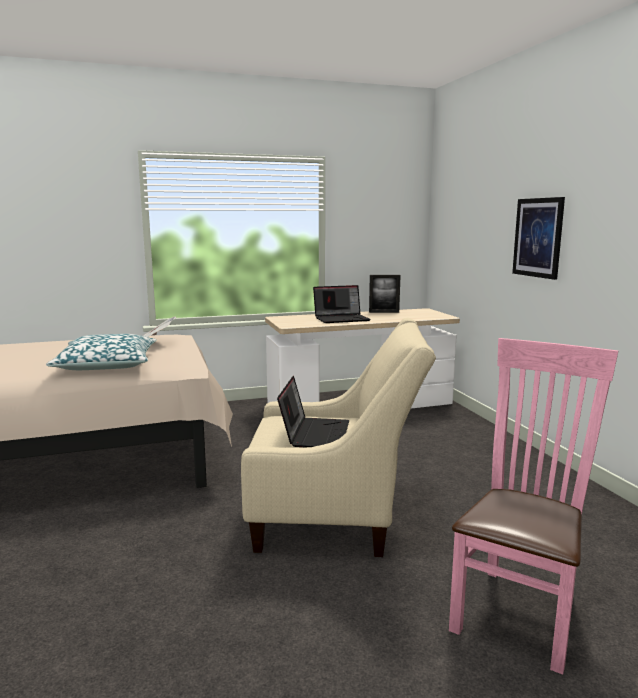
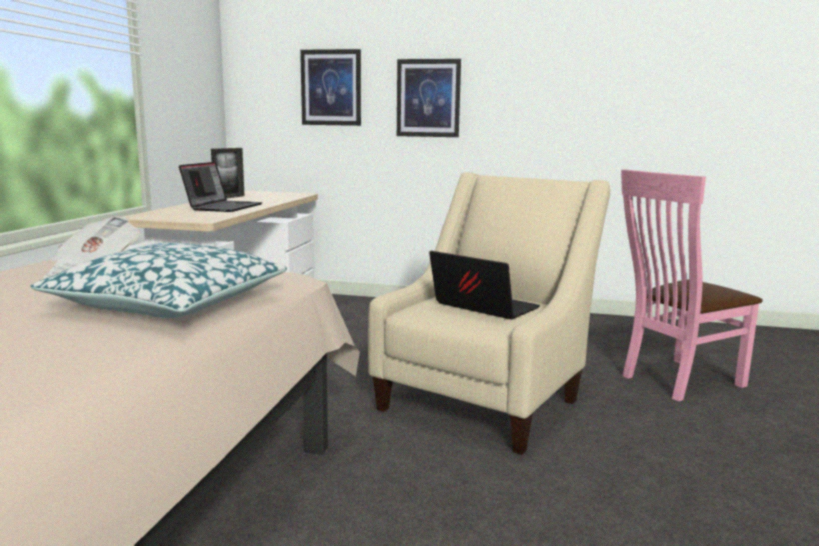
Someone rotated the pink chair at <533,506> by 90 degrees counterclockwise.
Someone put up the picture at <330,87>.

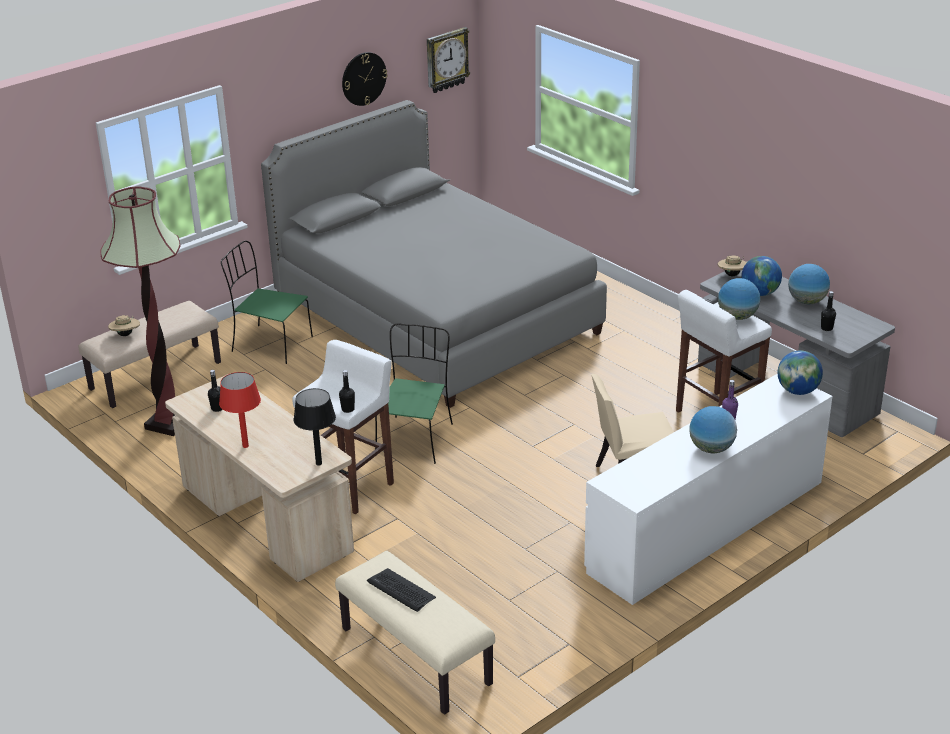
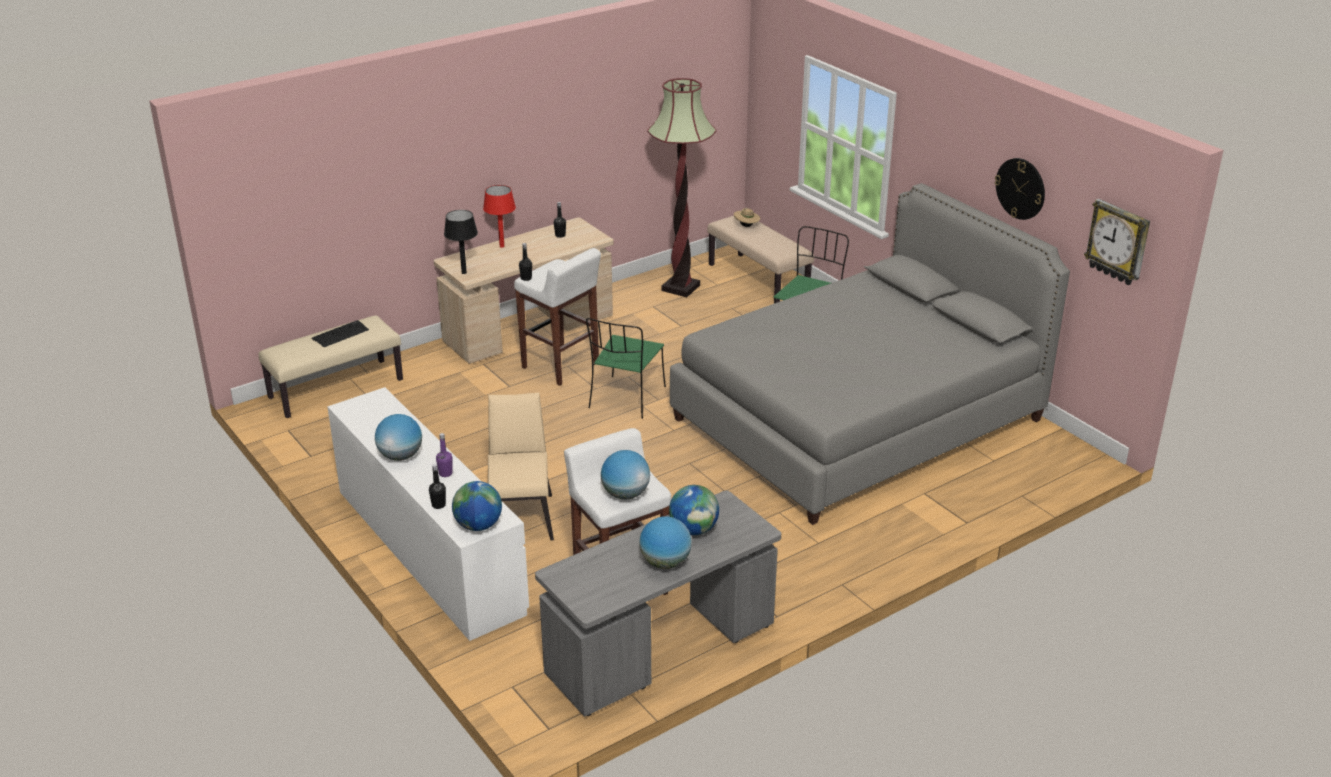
Someone took away the beige hat at <732,265>.
Someone carried the black bottle from <828,311> to <437,486>.
Someone rotated the green chair at <414,394> by 90 degrees clockwise.

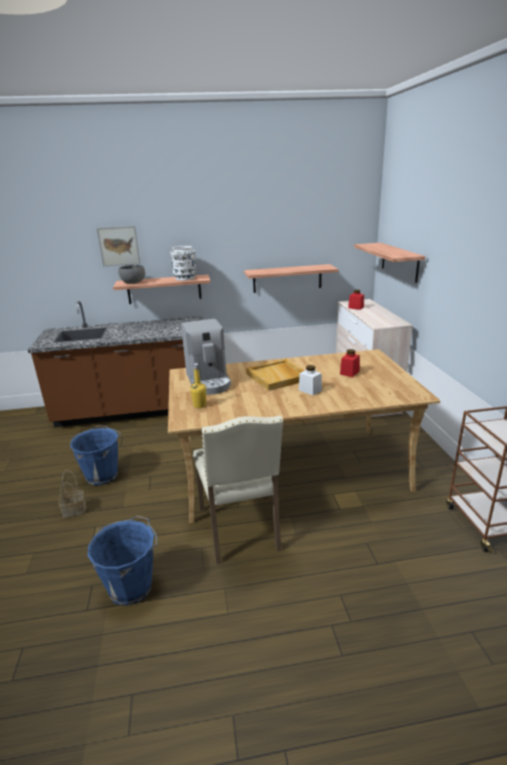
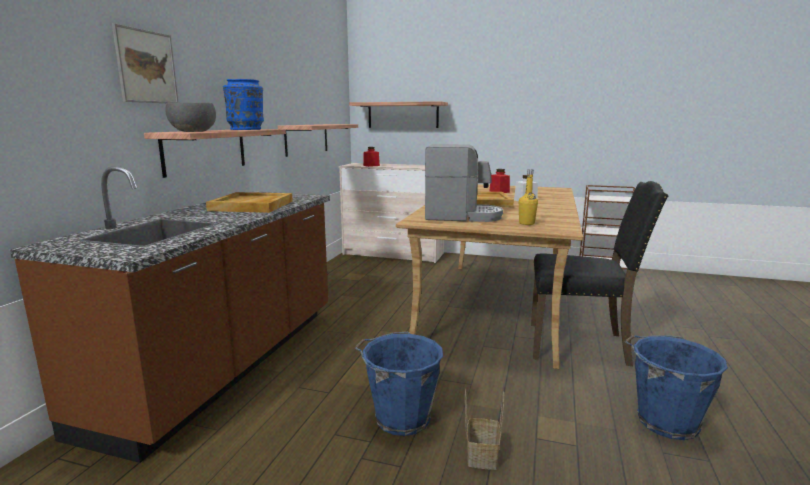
Someone repainted the white vase at <183,263>, which became the blue vase at <243,104>.
Someone repainted the beige chair at <238,490>, which became the black chair at <599,273>.
Someone put down the beige tray at <249,202>.

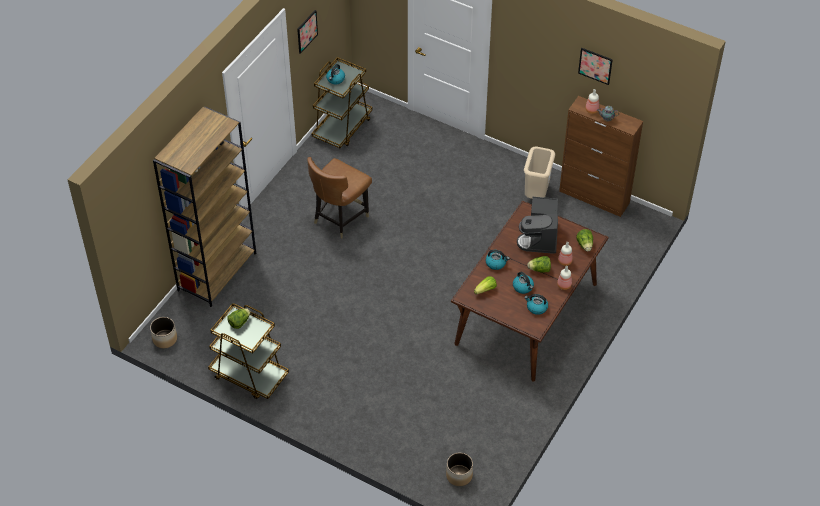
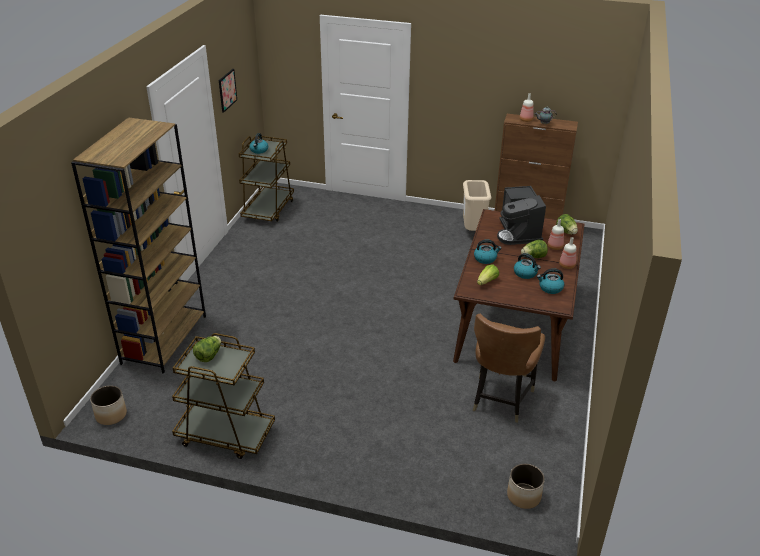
Someone took away the picture at <595,66>.
Someone carried the brown chair from <339,197> to <509,368>.

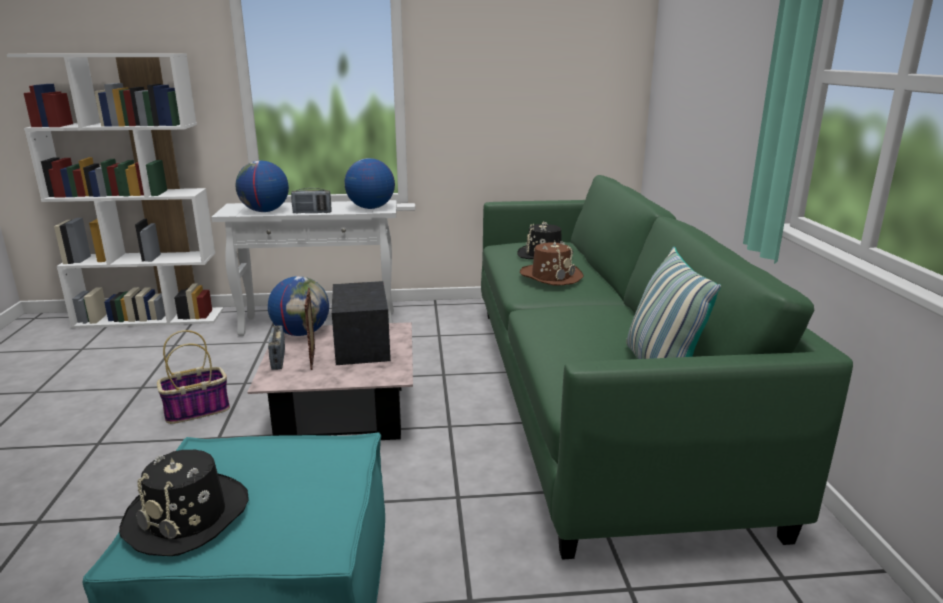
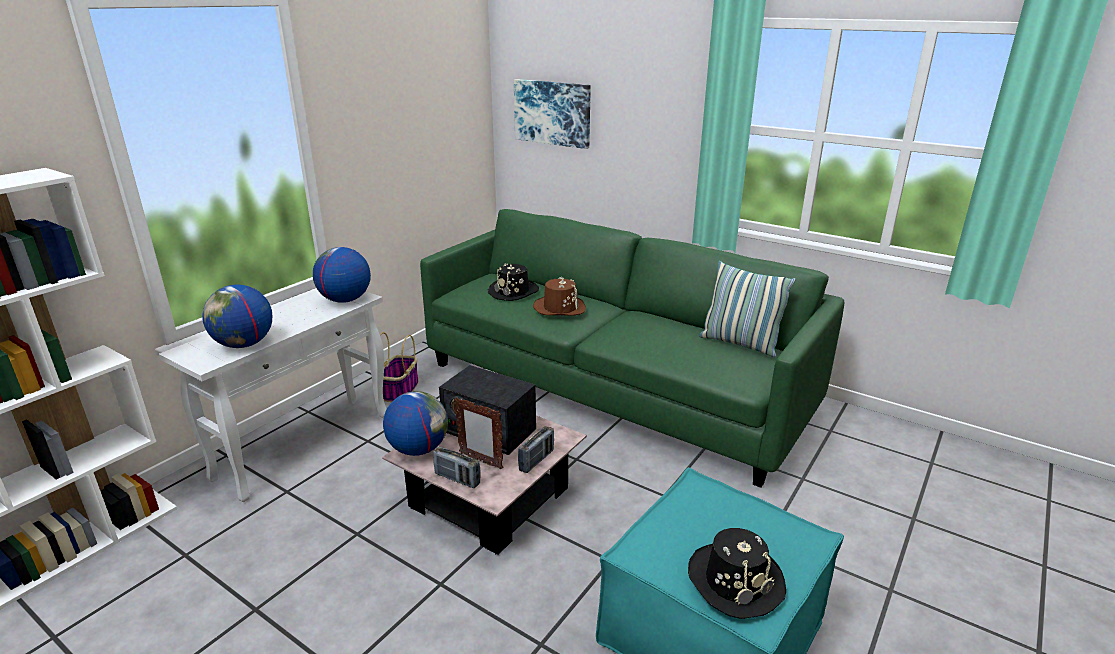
Someone carried the radio from <311,201> to <536,449>.
Someone carried the basket from <193,377> to <399,367>.
Someone put up the picture at <552,114>.

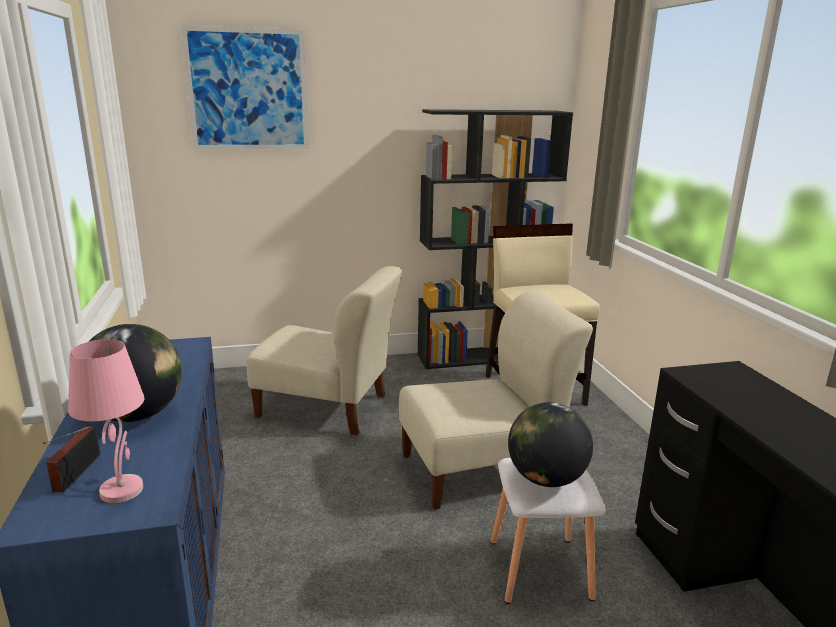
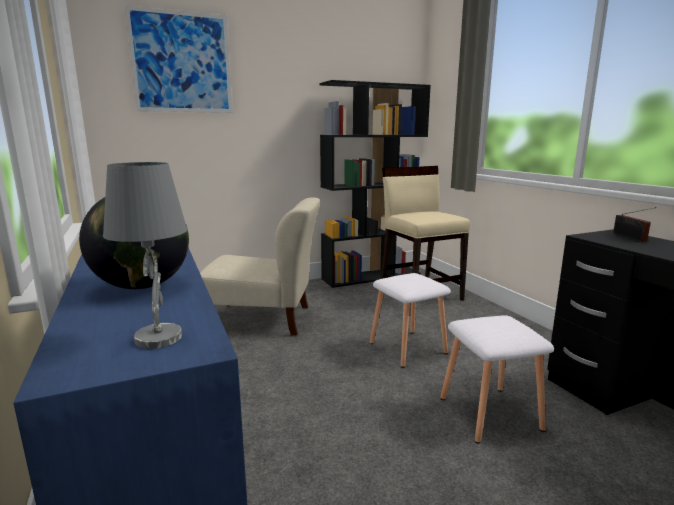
Someone swapped the beige chair at <496,400> for the white stool at <410,320>.
Someone repainted the pink table lamp at <106,421>, which became the grey table lamp at <145,255>.
Someone took away the globe at <550,444>.
Someone carried the radio from <71,459> to <634,224>.

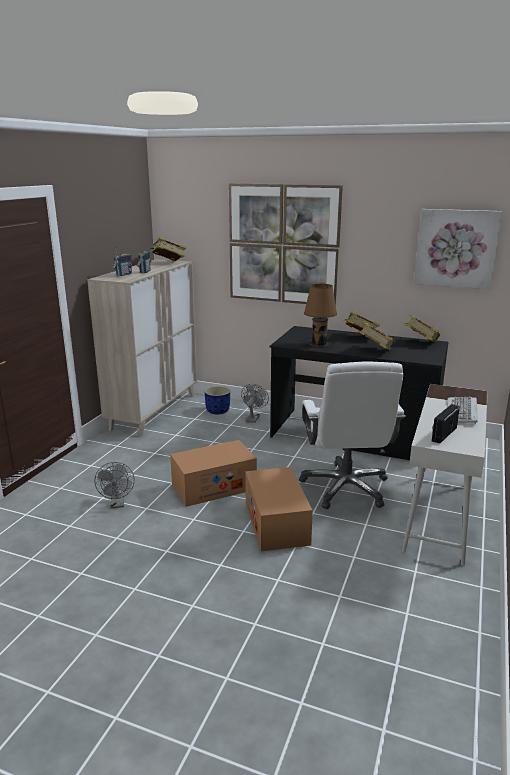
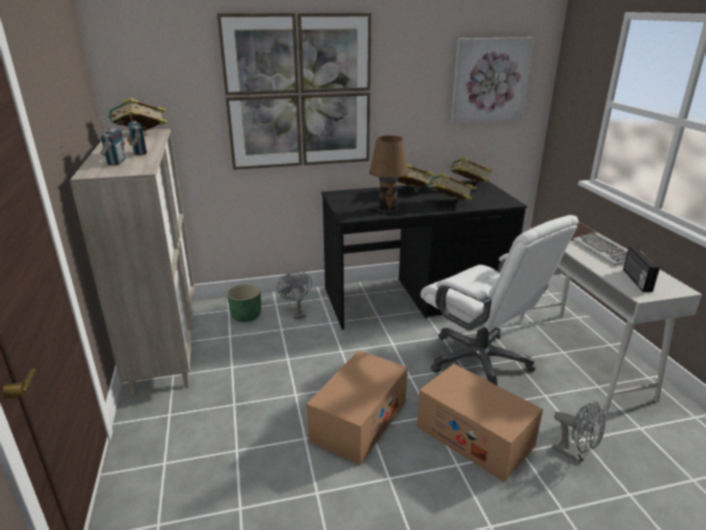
Someone repainted the blue planter at <217,400>, which became the green planter at <244,303>.
Someone carried the grey fan from <114,485> to <579,432>.

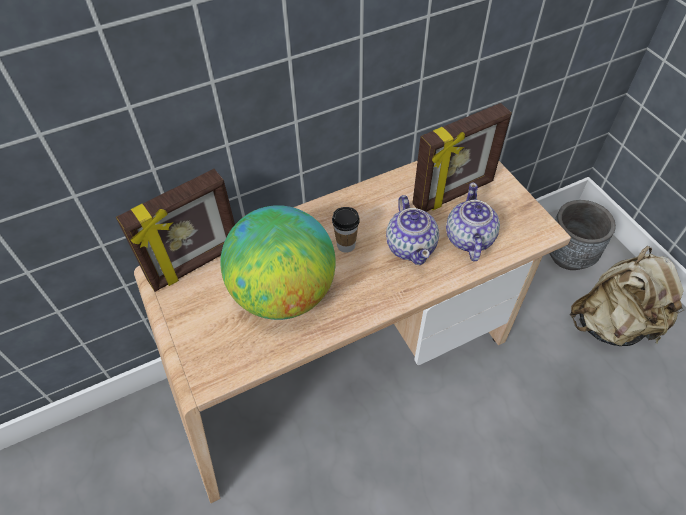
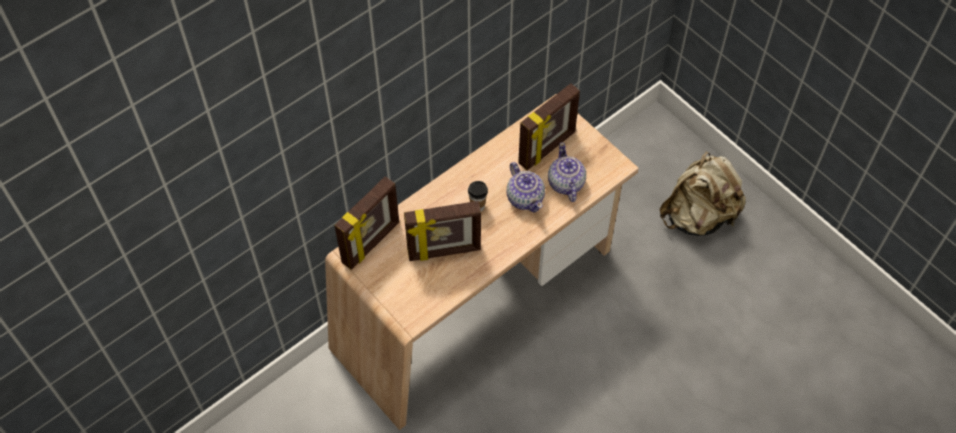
Someone took away the grey planter at <582,235>.
Someone swapped the globe at <278,262> for the picture frame at <442,231>.

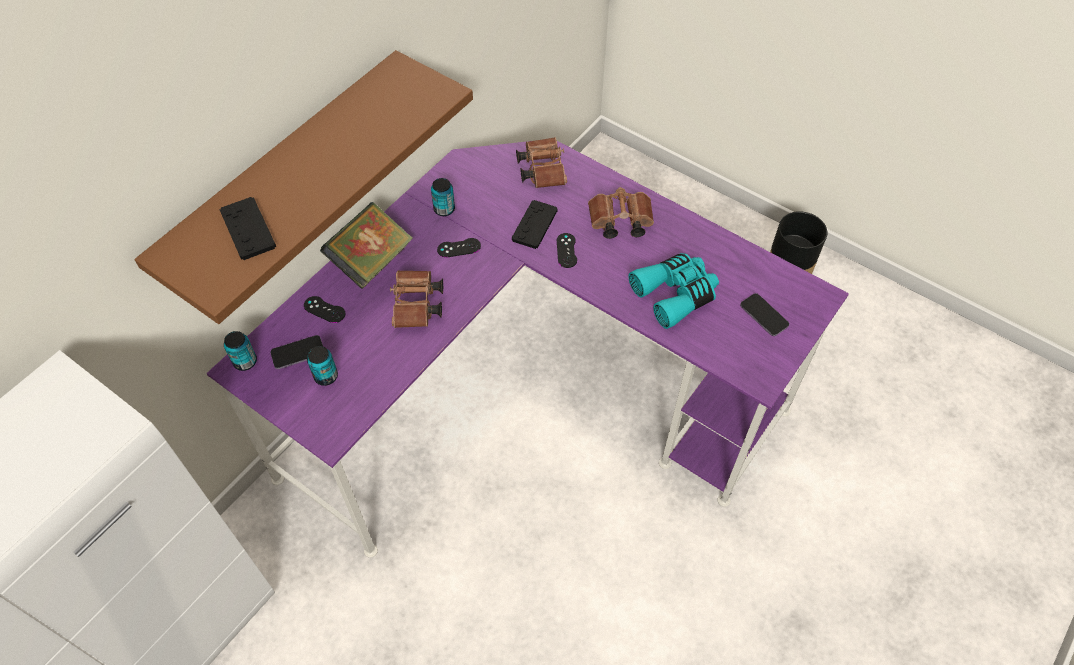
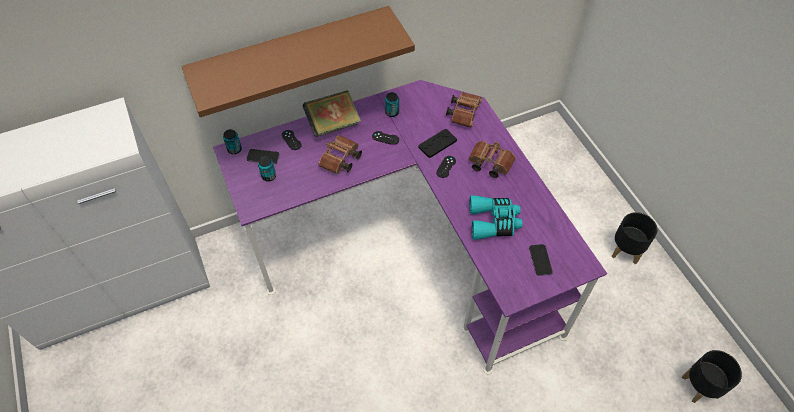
Someone took away the black game controller at <247,228>.
Someone put down the black planter at <712,376>.

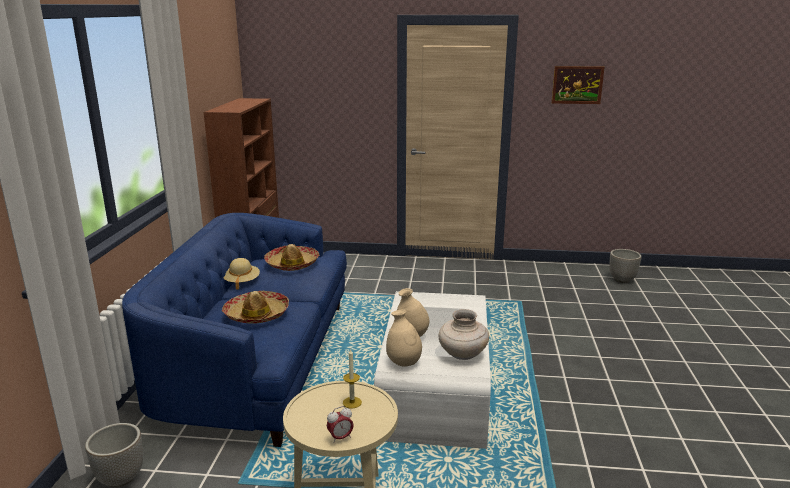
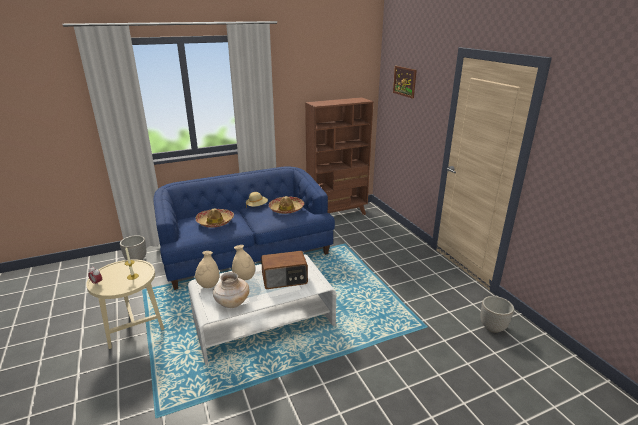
Someone carried the picture from <578,85> to <405,82>.
Someone carried the planter from <625,266> to <497,314>.
Someone put down the radio at <284,270>.

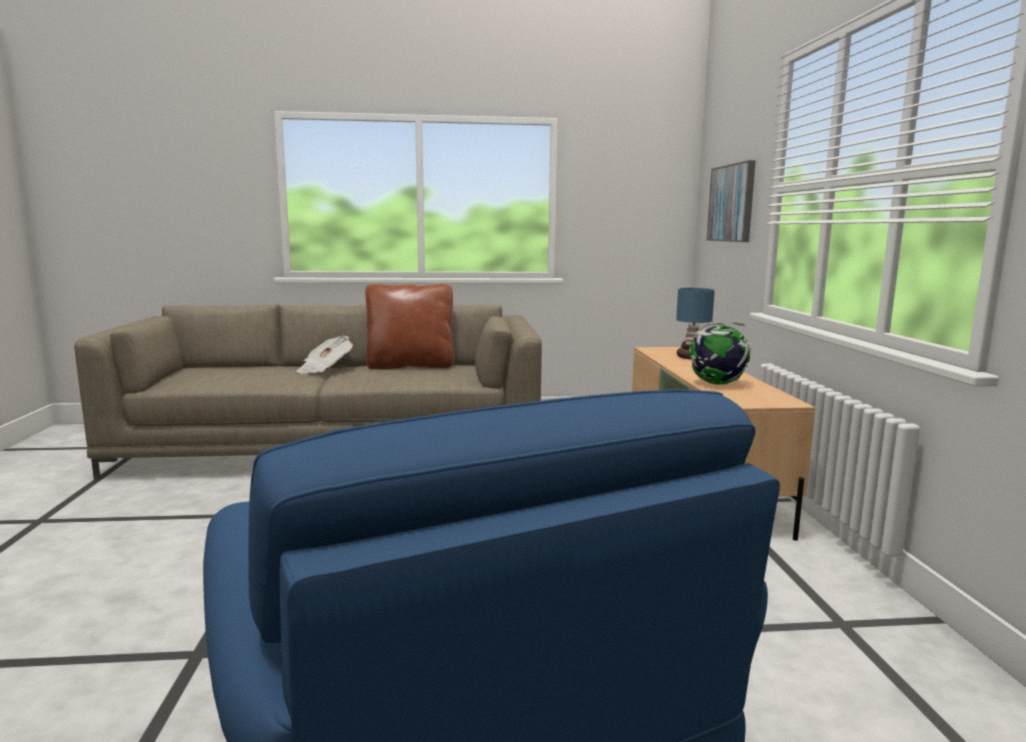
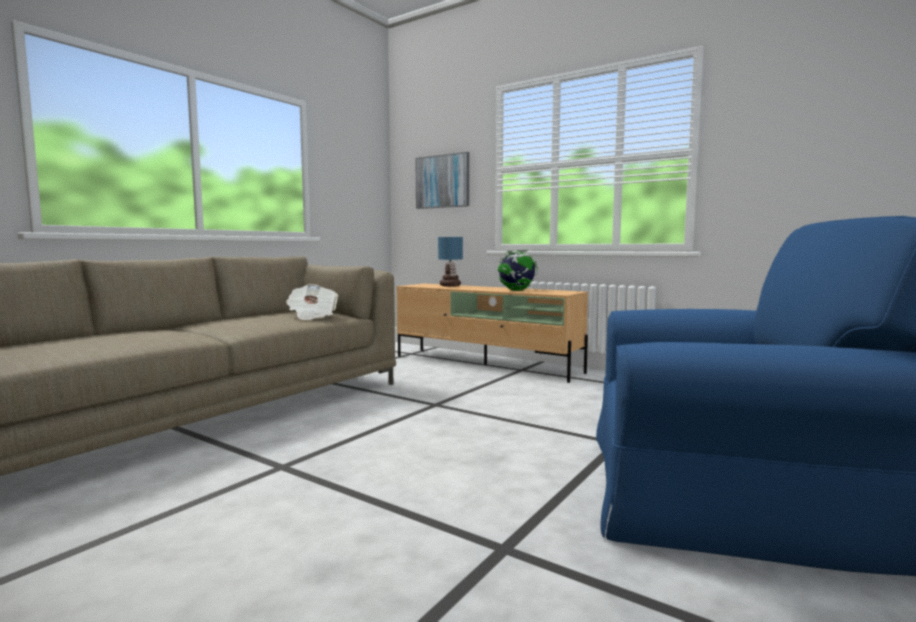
Someone took away the brown pillow at <409,326>.
Someone carried the newspaper from <325,354> to <312,302>.

